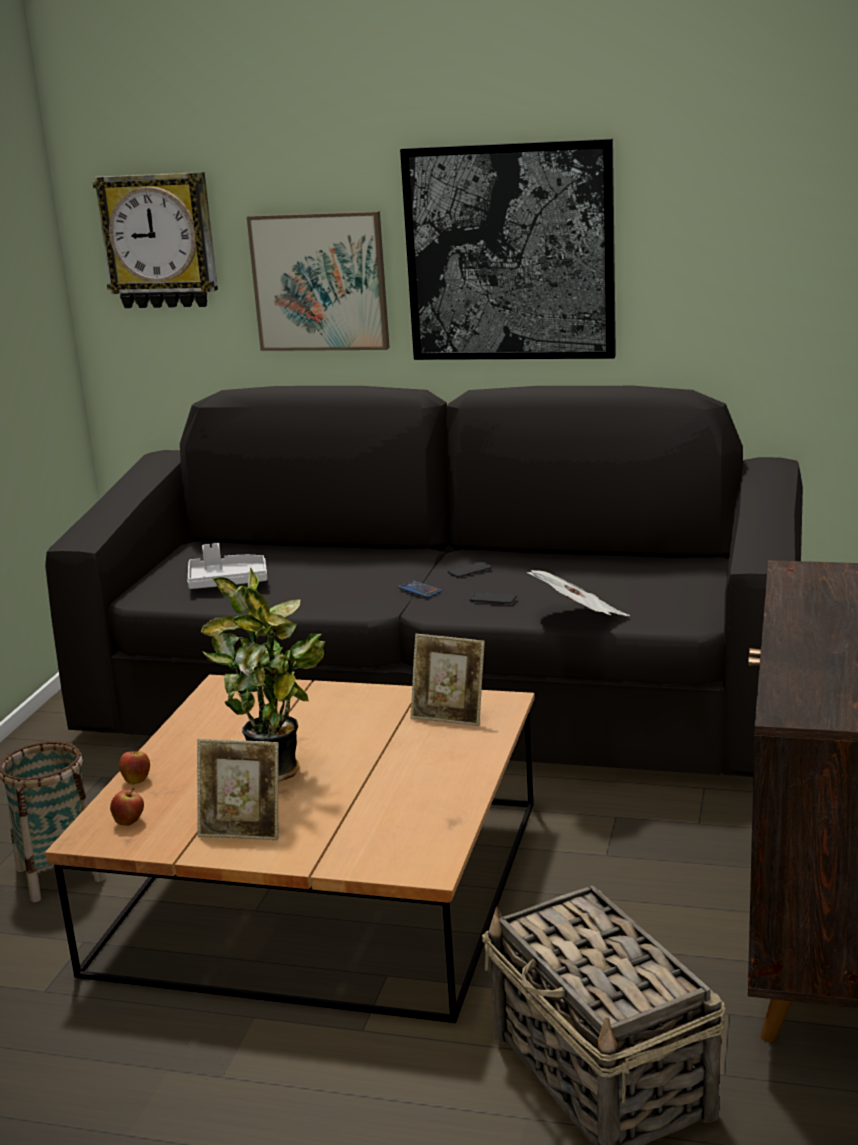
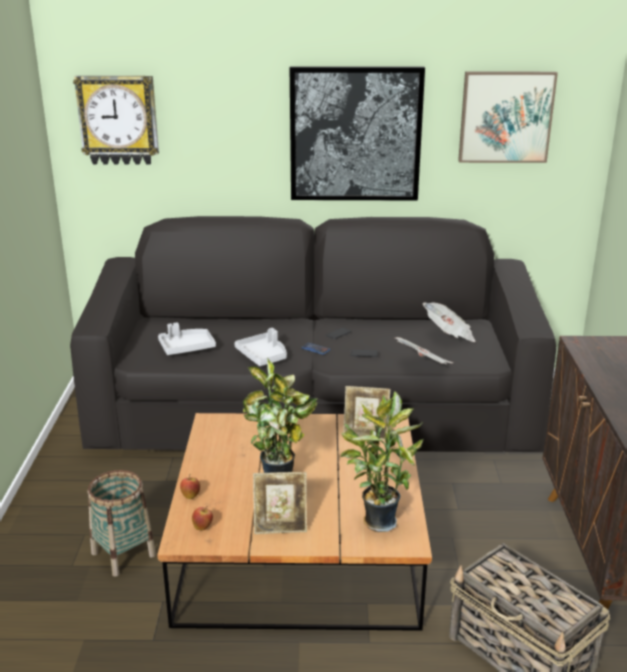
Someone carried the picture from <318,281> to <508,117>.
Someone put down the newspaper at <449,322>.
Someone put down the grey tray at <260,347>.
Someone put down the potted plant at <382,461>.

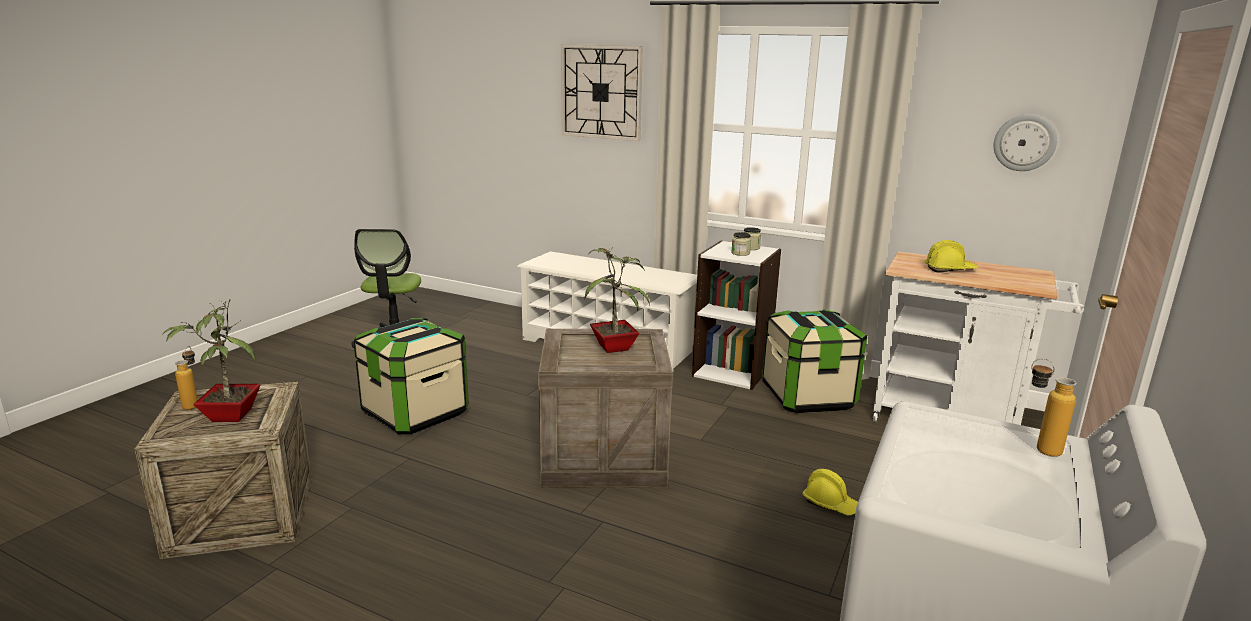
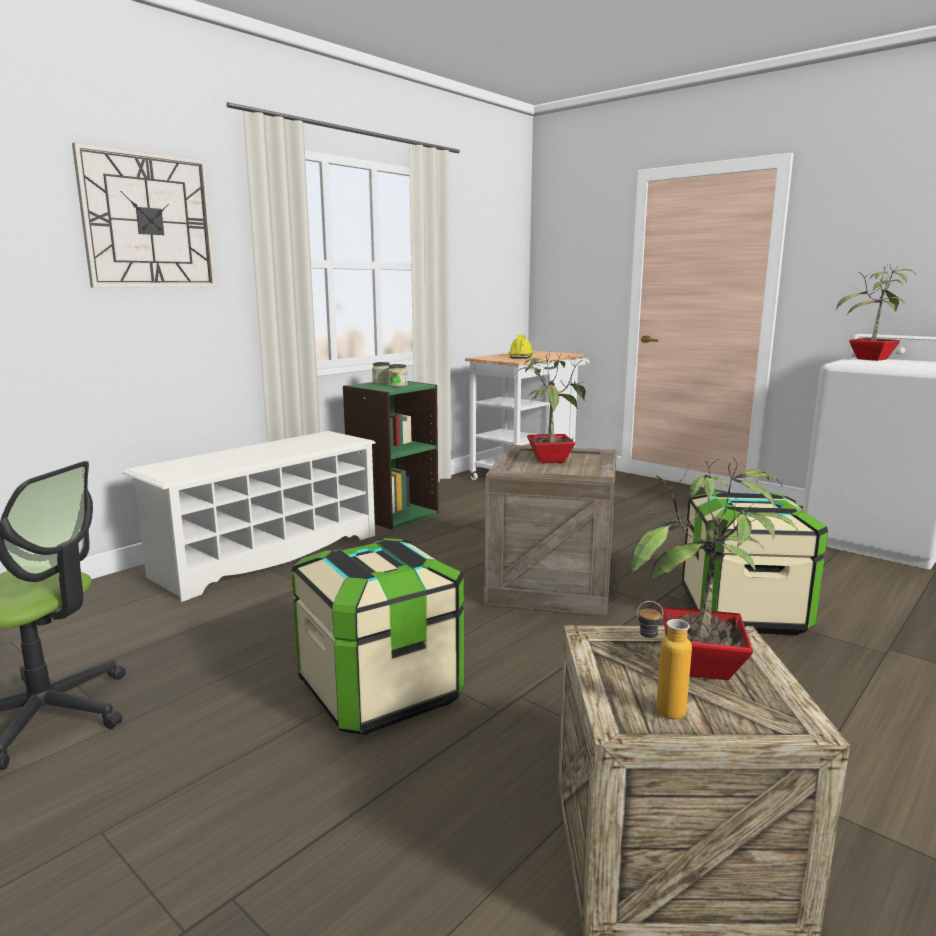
Someone took away the wall clock at <1025,142>.
Someone repainted the white bookcase at <736,315>, which became the green bookcase at <391,455>.
Someone carried the storage box from <814,361> to <755,563>.
Someone swapped the bottle at <1054,407> for the potted plant at <876,313>.
Someone took away the yellow hard hat at <830,492>.

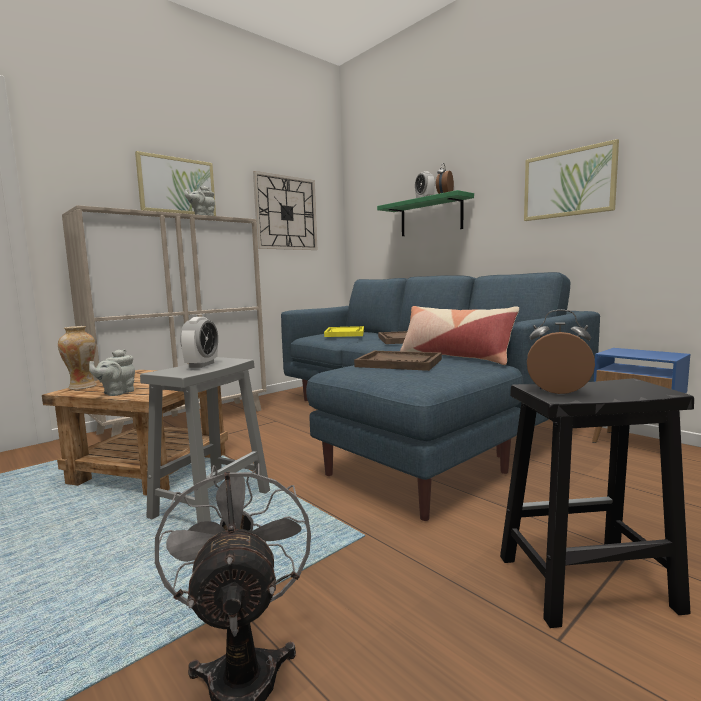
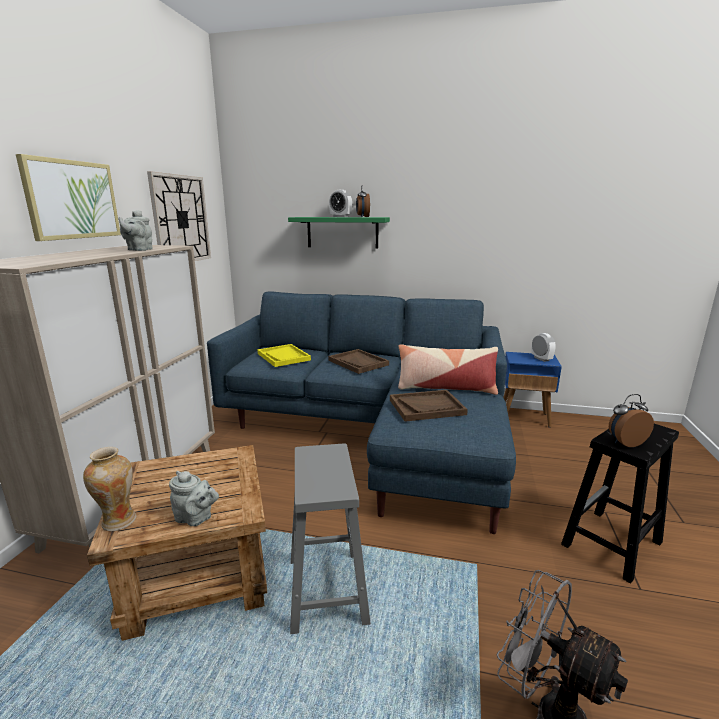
Someone took away the picture at <571,180>.
Someone carried the alarm clock from <199,342> to <544,347>.
Someone rotated the grey teapot at <112,372> by 60 degrees counterclockwise.

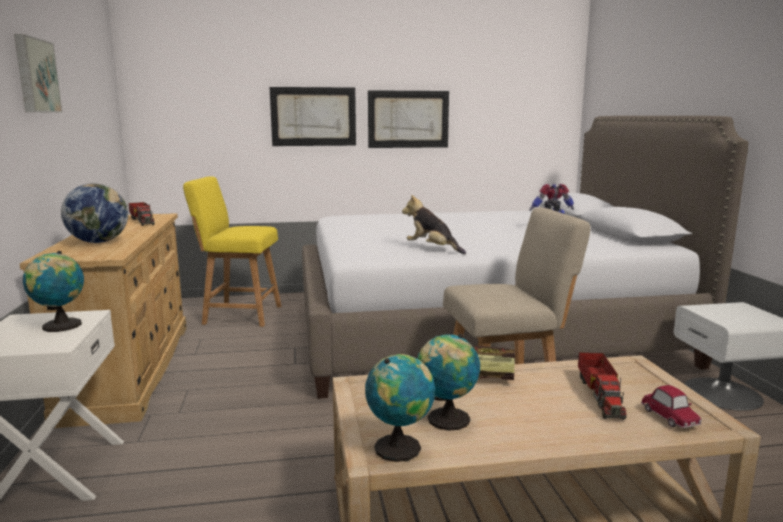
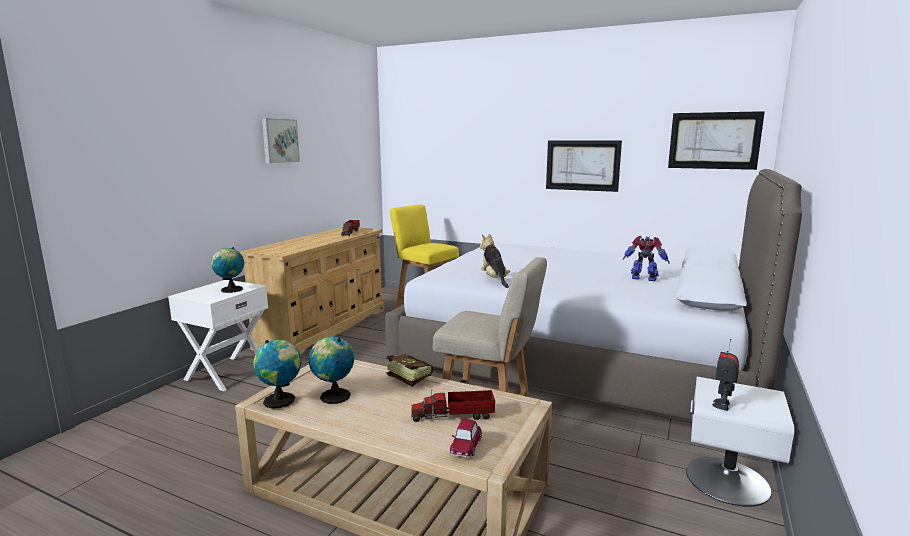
Someone carried the picture from <313,116> to <716,140>.
Someone took away the globe at <94,213>.
Someone rotated the toy truck at <602,386> by 45 degrees clockwise.
Someone put down the toy robot at <725,375>.

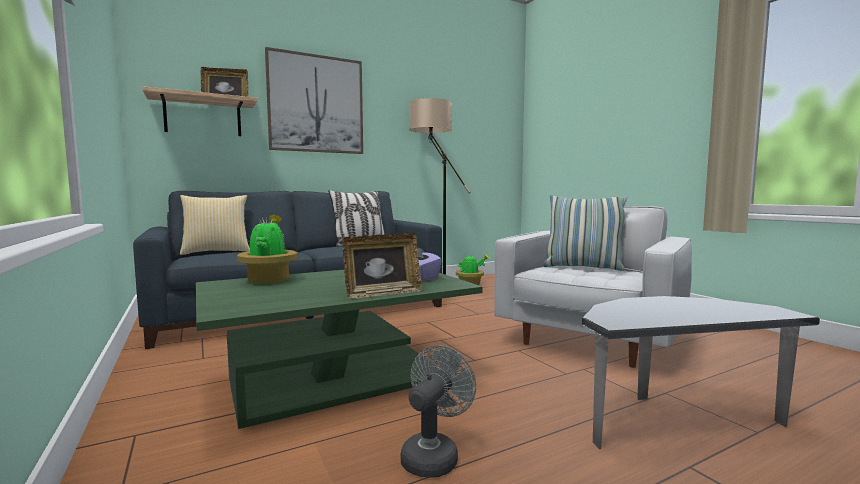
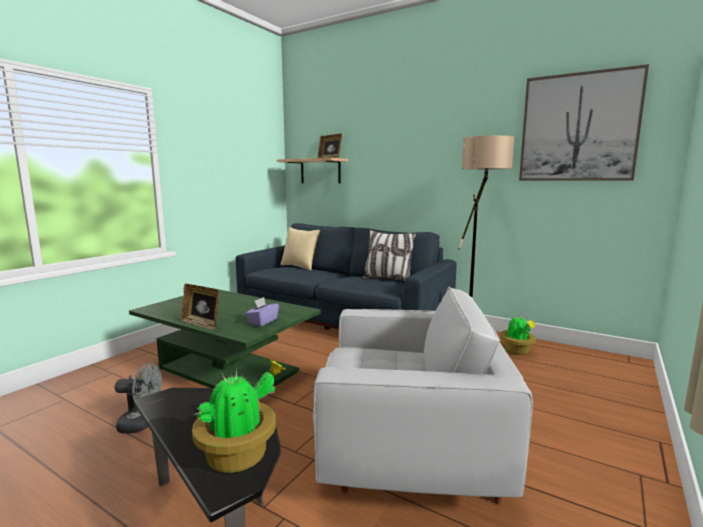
Someone carried the picture from <314,100> to <584,122>.
Someone took away the pillow at <585,233>.
Someone carried the potted plant from <267,249> to <239,416>.

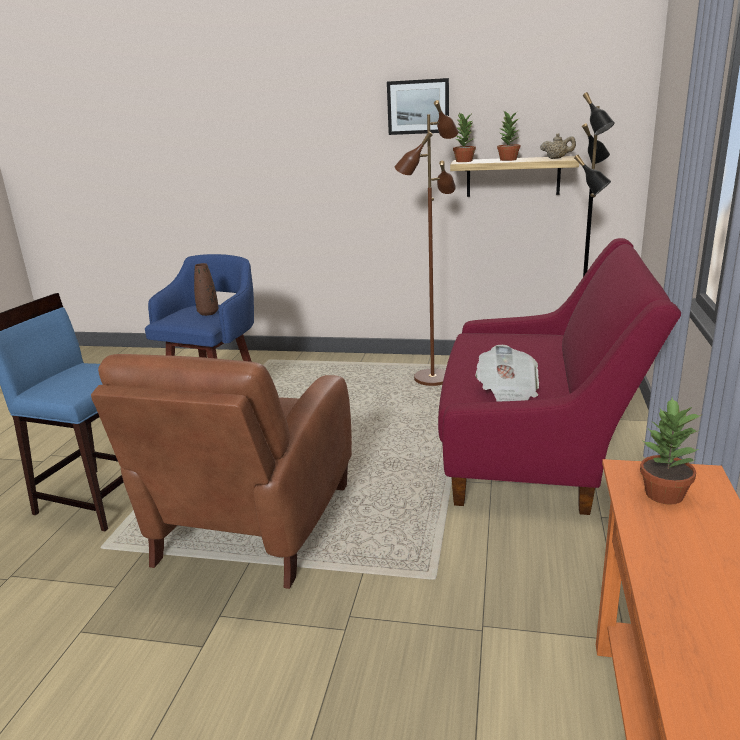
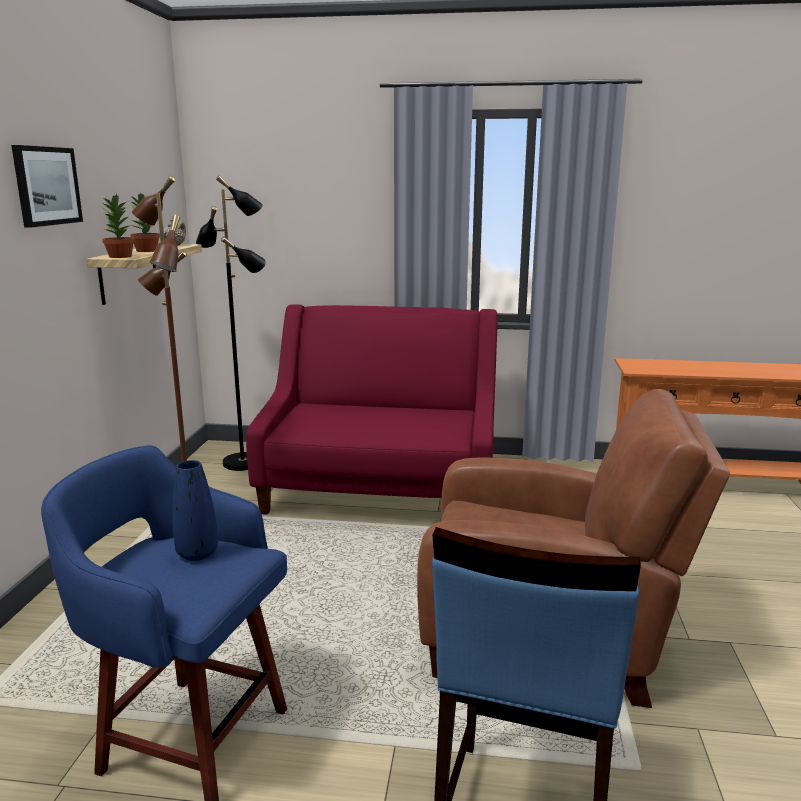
Someone repainted the brown vase at <206,289>, which became the blue vase at <195,510>.
Someone took away the newspaper at <507,373>.
Someone took away the potted plant at <671,451>.

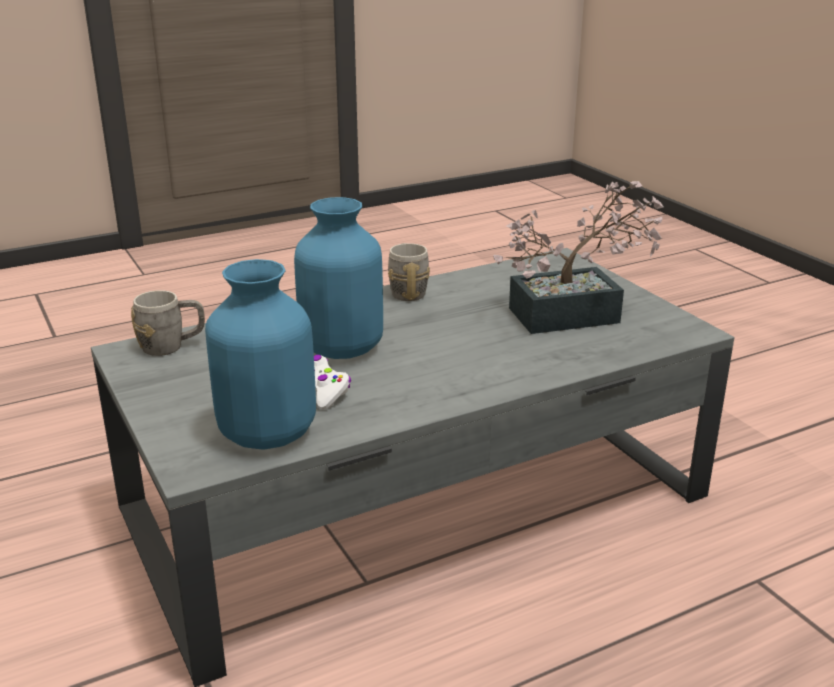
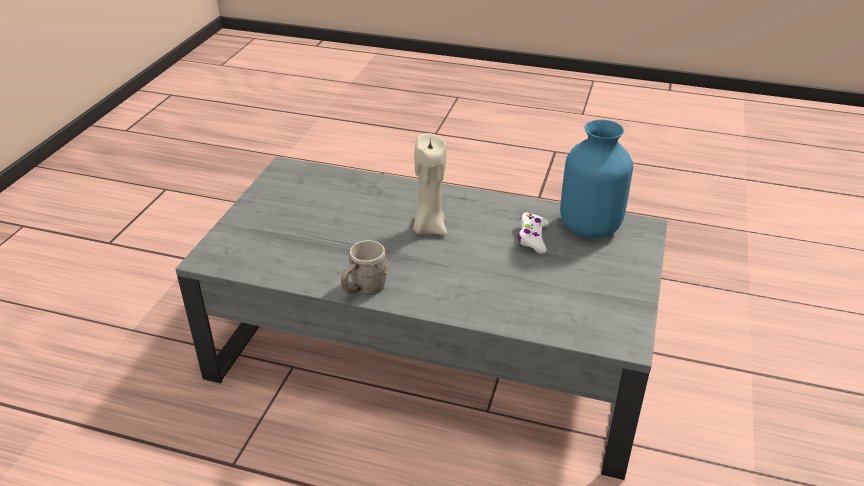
Someone took away the potted plant at <578,257>.
Someone took away the blue vase at <338,278>.
Someone took away the grey mug at <168,323>.
Someone put down the beige candle at <430,184>.

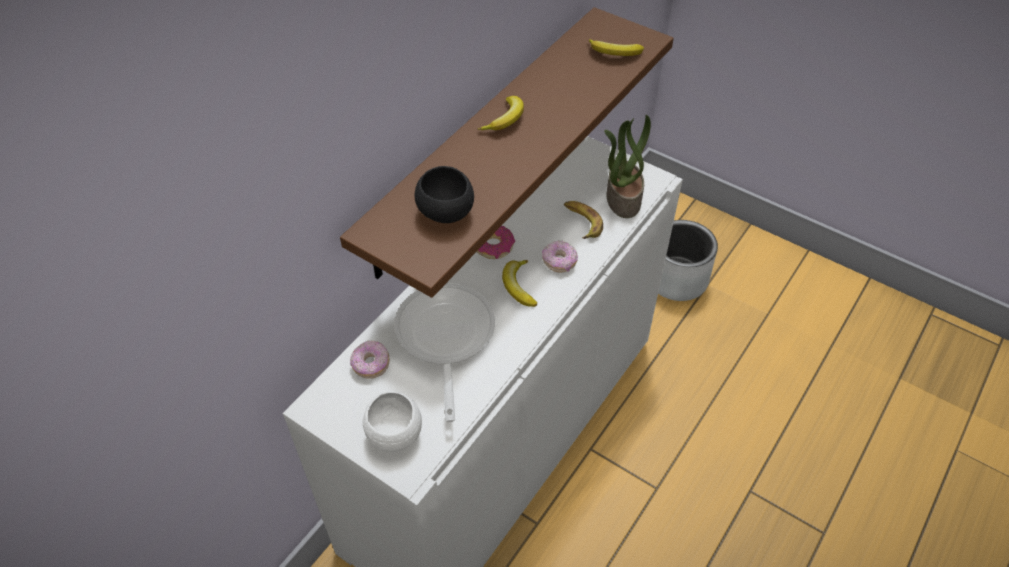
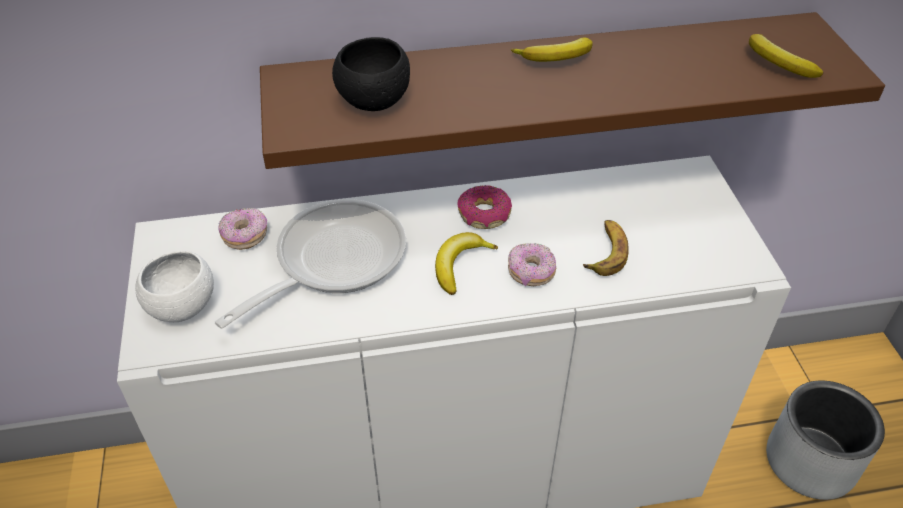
Someone took away the potted plant at <627,166>.

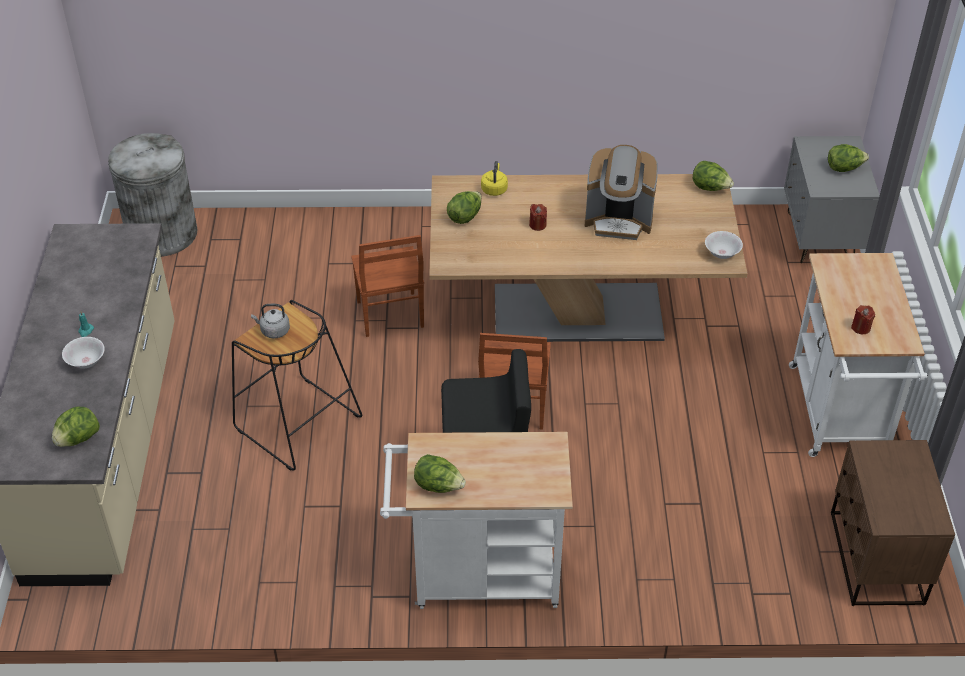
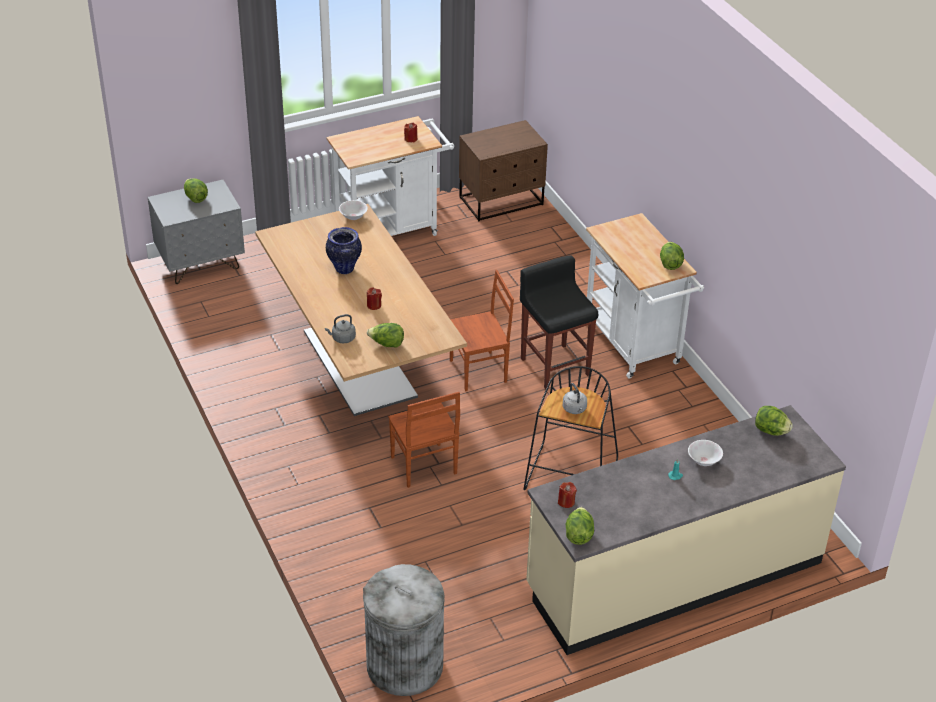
Someone swapped the coffee machine at <621,192> for the vase at <344,250>.
Someone repainted the yellow kettle at <494,178>, which became the grey kettle at <340,328>.
Someone carried the lettuce from <713,176> to <580,526>.
Someone rotated the brown chair at <387,286> by 105 degrees clockwise.
Someone put down the red candle at <567,495>.

